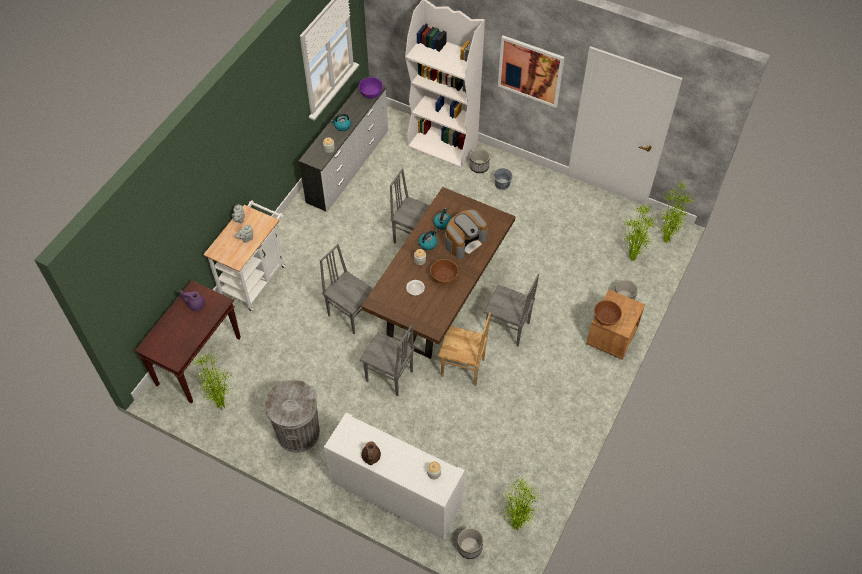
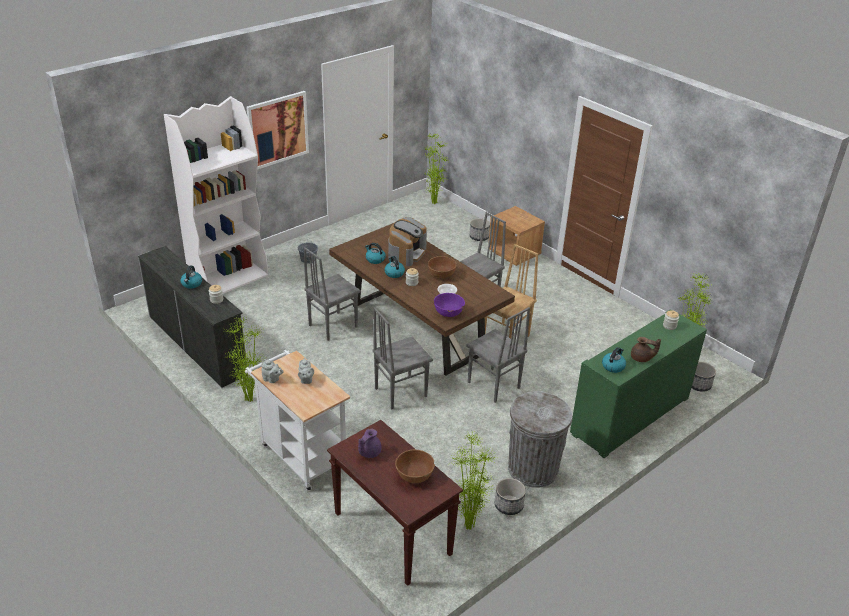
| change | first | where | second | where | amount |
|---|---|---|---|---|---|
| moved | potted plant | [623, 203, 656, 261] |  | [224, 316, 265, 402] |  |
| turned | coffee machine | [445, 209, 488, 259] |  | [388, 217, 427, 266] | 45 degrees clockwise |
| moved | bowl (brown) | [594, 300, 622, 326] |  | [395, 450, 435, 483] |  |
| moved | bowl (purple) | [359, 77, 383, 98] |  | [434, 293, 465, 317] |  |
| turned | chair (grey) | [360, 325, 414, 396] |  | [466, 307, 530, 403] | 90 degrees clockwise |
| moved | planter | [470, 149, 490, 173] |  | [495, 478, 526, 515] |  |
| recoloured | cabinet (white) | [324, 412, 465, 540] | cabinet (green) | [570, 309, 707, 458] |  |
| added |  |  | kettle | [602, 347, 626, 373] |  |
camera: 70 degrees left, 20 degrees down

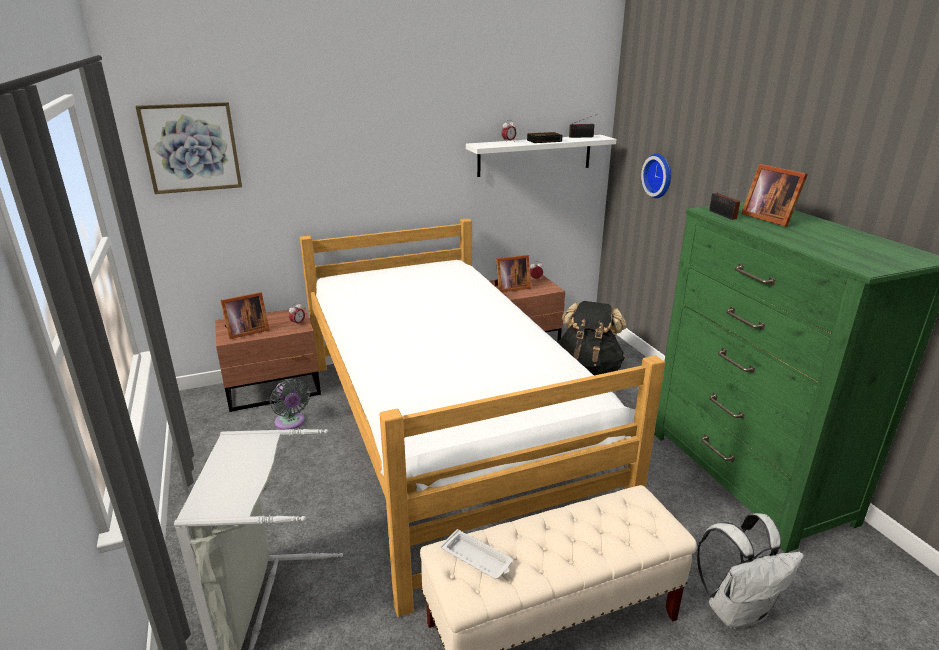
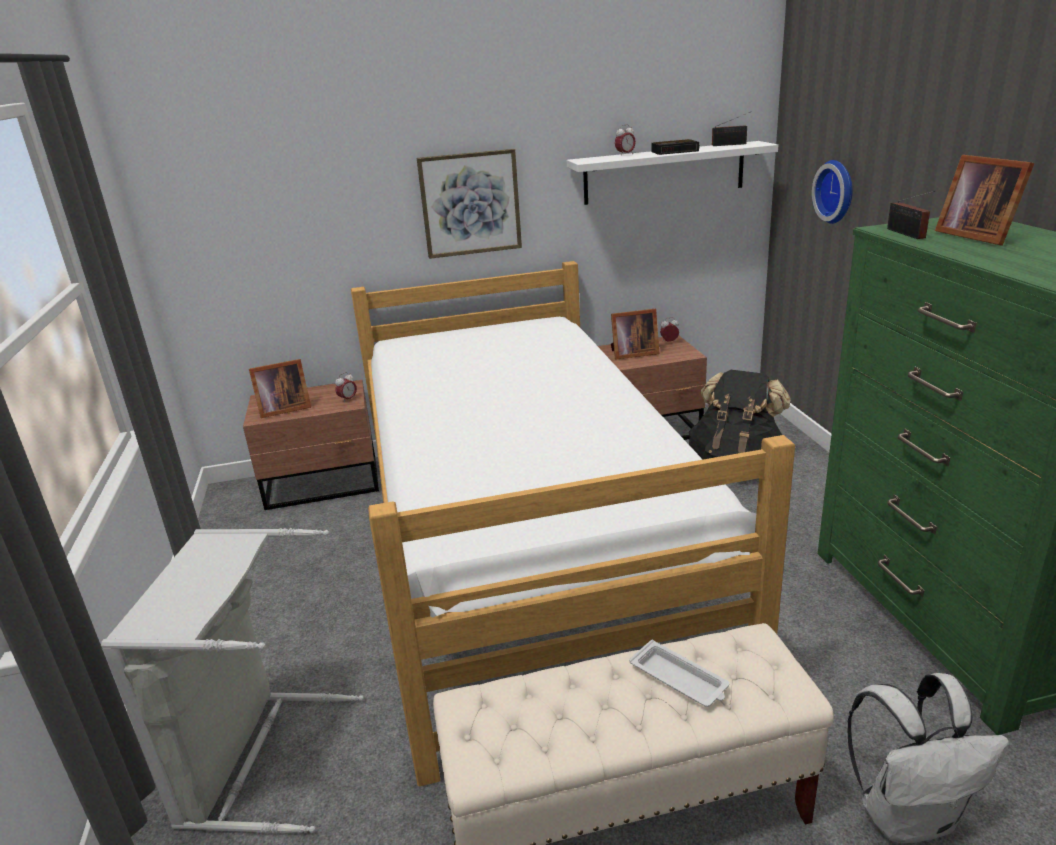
| change | first | where | second | where | amount |
|---|---|---|---|---|---|
| moved | picture | [135, 102, 242, 194] |  | [417, 149, 522, 259] |  |
| moved | tray (white) | [441, 529, 513, 579] |  | [629, 640, 729, 707] |  |
| removed | fan (grey) | [270, 379, 310, 430] |  |  |  |
camera: 10 degrees right, 0 degrees up

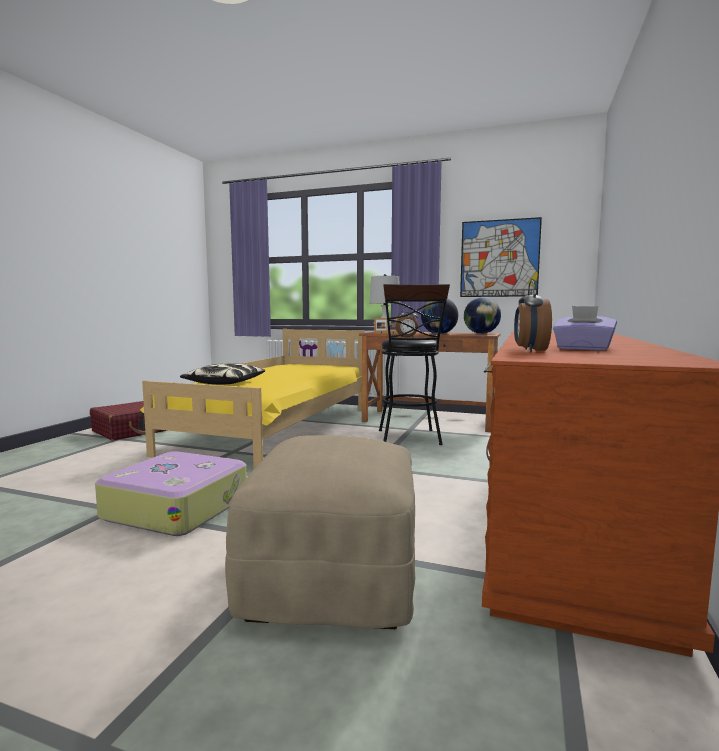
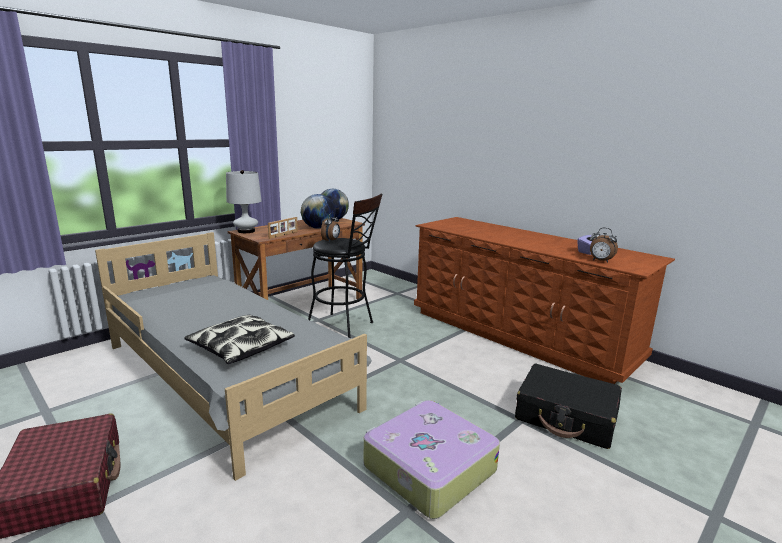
| change | first | where | second | where | amount |
|---|---|---|---|---|---|
| recoloured | bed (yellow) | [140, 329, 364, 469] | bed (grey) | [95, 232, 372, 481] |  |
| replaced | ottoman (beige) | [225, 435, 415, 629] | suitcase (black) | [515, 364, 622, 449] |  |
| removed | picture | [460, 217, 542, 297] |  |  |  |
camera: 65 degrees left, 10 degrees up

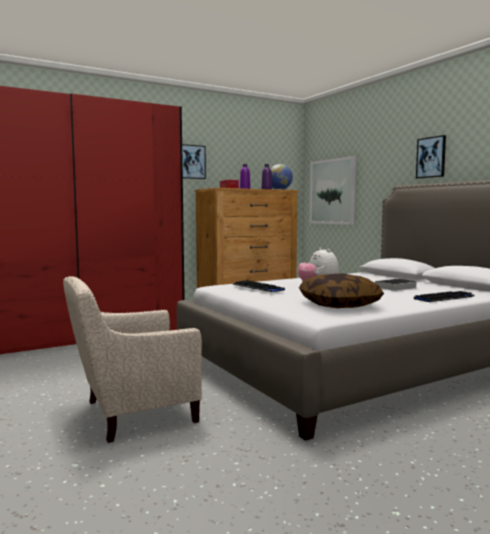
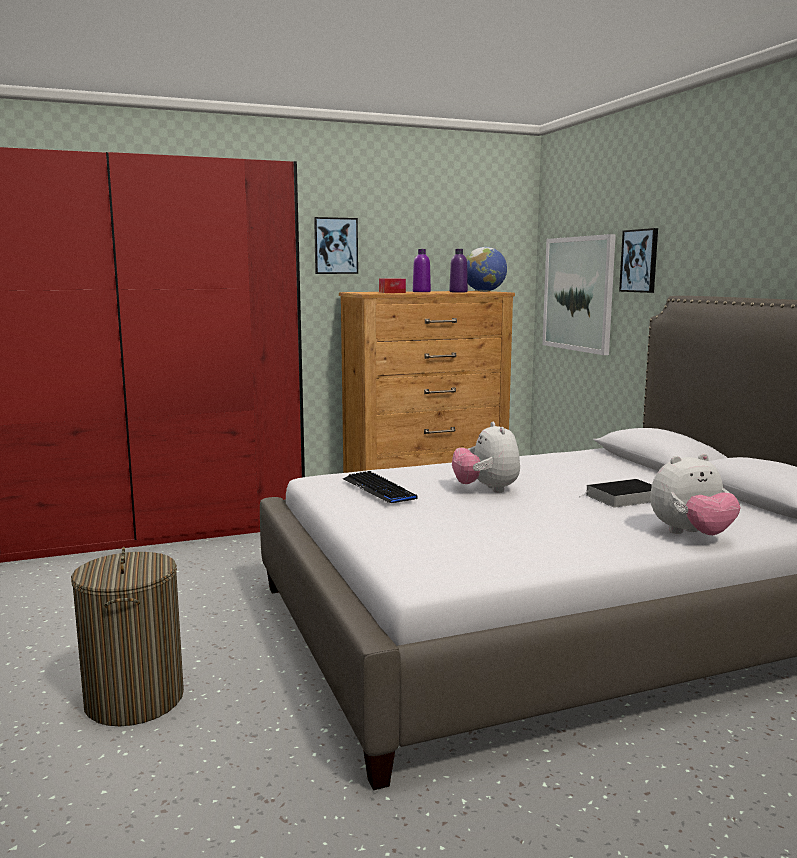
| change | first | where | second | where | amount |
|---|---|---|---|---|---|
| replaced | armchair (beige) | [63, 276, 202, 443] | laundry basket | [71, 547, 184, 726] |  |
| moved | picture | [416, 135, 446, 178] |  | [619, 228, 658, 293] |  |
| replaced | keyboard | [414, 291, 475, 302] | plush toy | [650, 453, 741, 535] |  |
| removed | pillow | [299, 273, 384, 308] |  |  |  |
camera: 10 degrees right, 5 degrees up

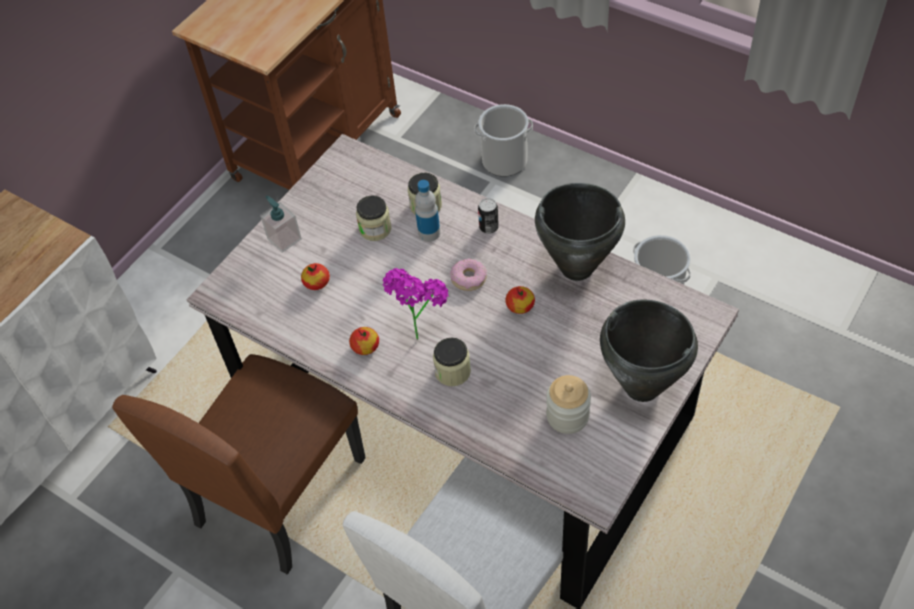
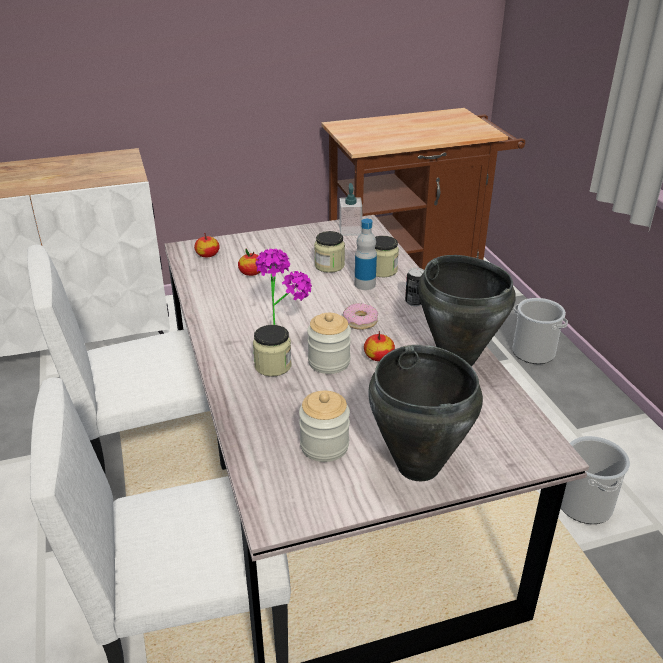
| change | first | where | second | where | amount |
|---|---|---|---|---|---|
| recoloured | chair (brown) | [112, 354, 366, 575] | chair (white) | [27, 245, 226, 473] |  |
| moved | apple | [349, 327, 379, 355] |  | [194, 233, 220, 257] |  |
| added |  |  | jar | [307, 313, 351, 374] |  |
| moved | soap dispenser | [260, 196, 302, 253] |  | [339, 183, 363, 236] |  |
camera: 35 degrees right, 20 degrees down

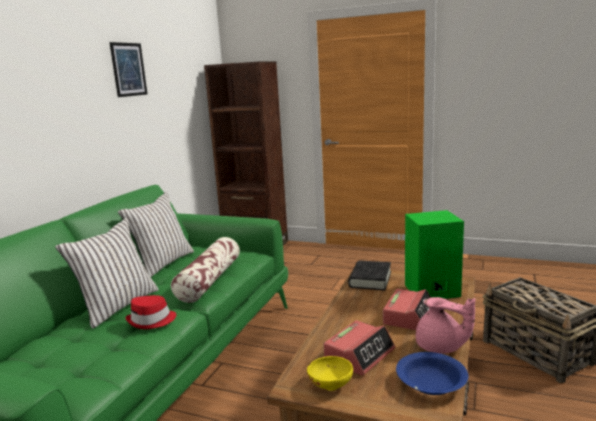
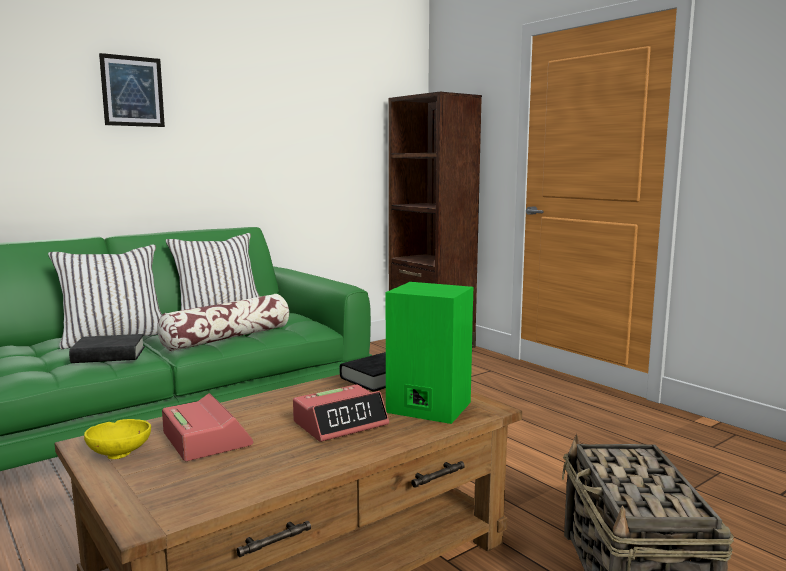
| change | first | where | second | where | amount |
|---|---|---|---|---|---|
| replaced | hat (red) | [125, 295, 176, 329] | book (black) | [69, 334, 145, 363] |  |
| moved | picture | [109, 42, 147, 97] |  | [99, 53, 165, 127] |  |
| turned | alarm clock | [324, 320, 395, 376] |  | [162, 393, 253, 461] | 105 degrees counterclockwise |
| removed | bowl (blue) | [396, 352, 468, 395] |  |  |  |
| removed | teapot (pink) | [416, 297, 475, 354] |  |  |  |
camera: 30 degrees right, 5 degrees down

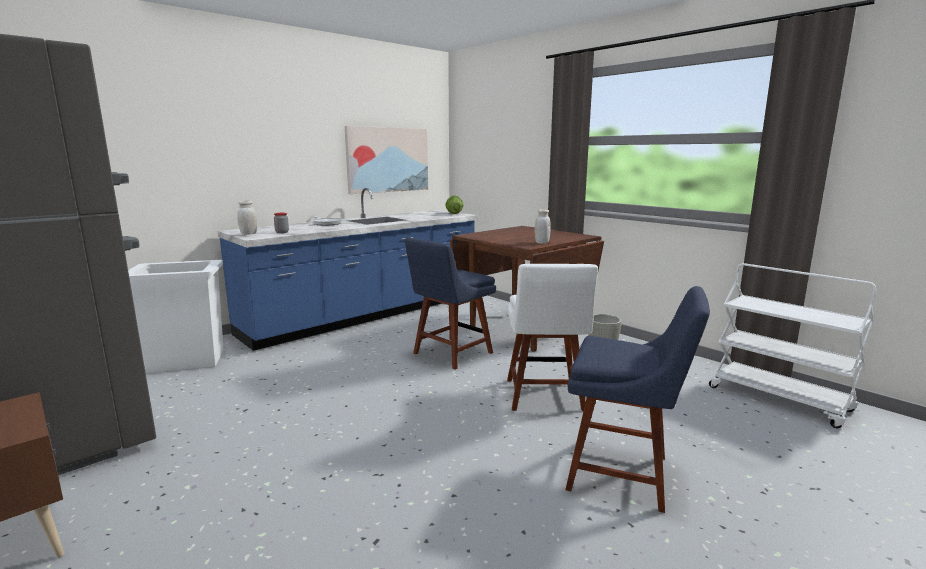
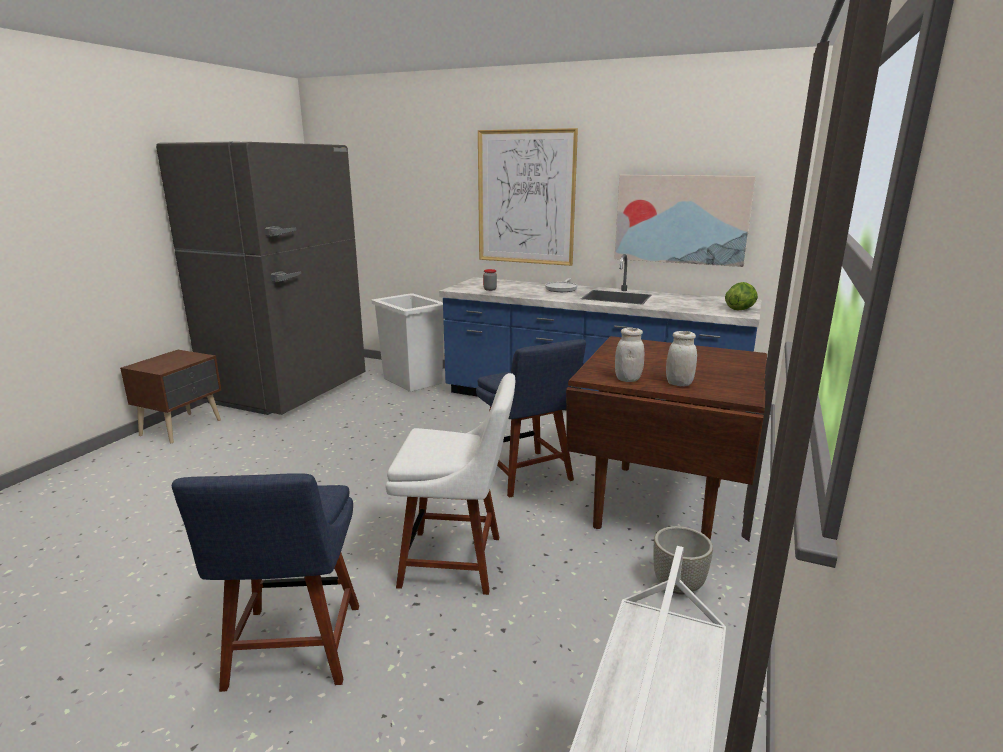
| change | first | where | second | where | amount |
|---|---|---|---|---|---|
| turned | chair (white) | [507, 264, 598, 411] |  | [386, 373, 515, 595] | 150 degrees counterclockwise |
| turned | chair (blue) | [405, 238, 496, 370] |  | [476, 339, 586, 498] | 135 degrees counterclockwise |
| added |  |  | picture | [478, 128, 578, 266] |  |
| moved | jar (white) | [237, 201, 257, 235] |  | [666, 331, 697, 386] |  |
camera: 65 degrees right, 5 degrees up

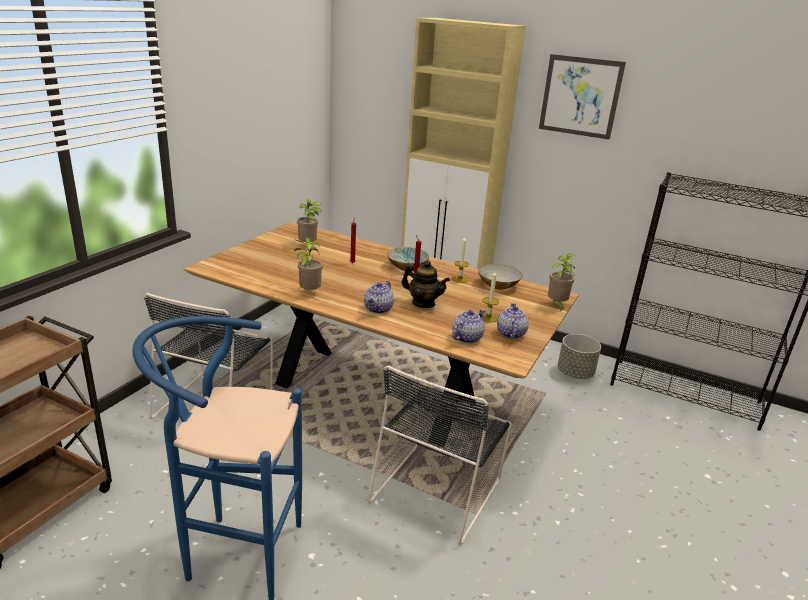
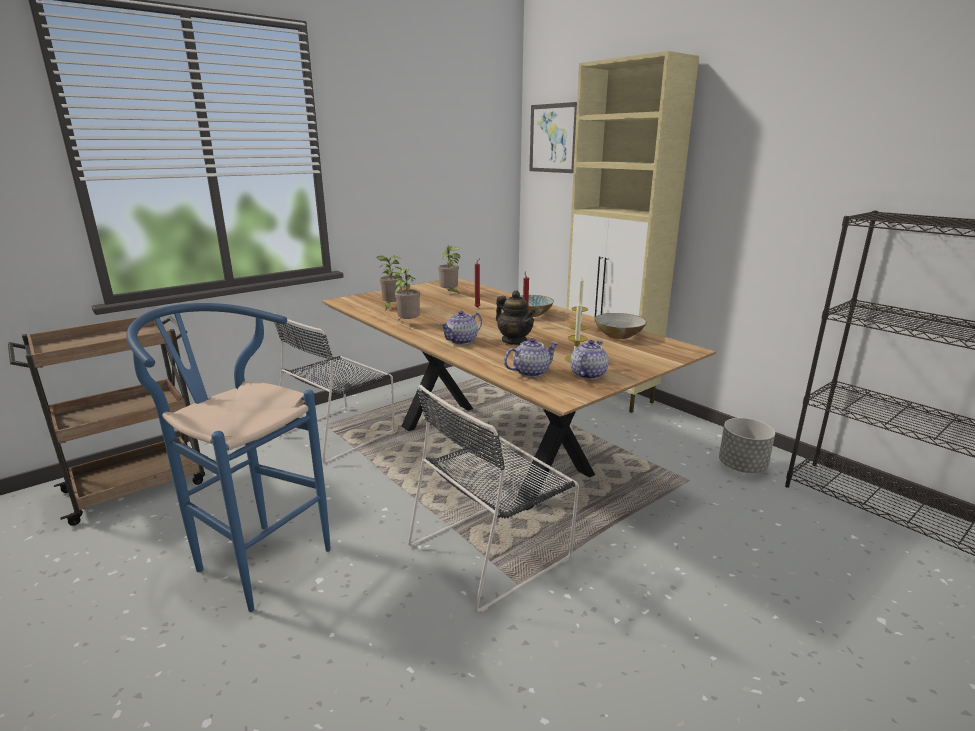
| change | first | where | second | where | amount |
|---|---|---|---|---|---|
| moved | potted plant | [548, 254, 576, 312] |  | [376, 256, 403, 310] |  |
| moved | picture | [539, 54, 626, 140] |  | [529, 102, 577, 173] |  |
camera: 25 degrees right, 5 degrees down

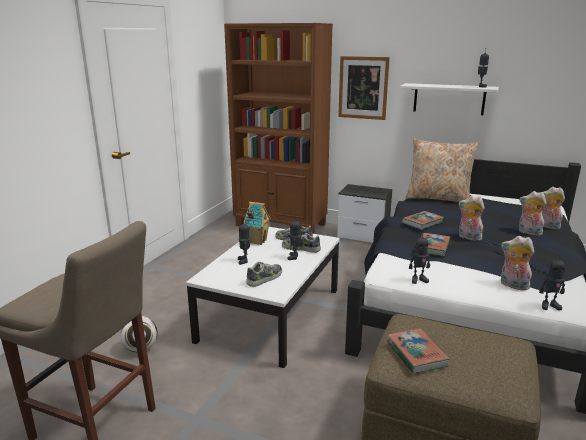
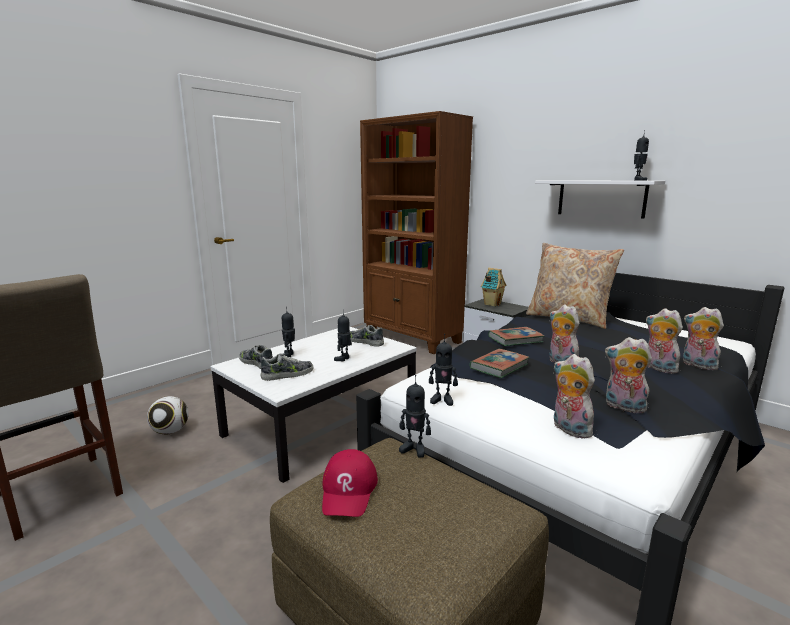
| change | first | where | second | where | amount |
|---|---|---|---|---|---|
| moved | shoe | [282, 233, 321, 253] |  | [239, 345, 273, 369] |  |
| replaced | book | [386, 329, 450, 374] | cap (red) | [322, 449, 378, 517] |  |
| moved | toy robot | [539, 253, 565, 310] |  | [399, 375, 431, 458] |  |
| moved | toy house | [244, 202, 271, 245] |  | [481, 268, 507, 307] |  |
| added |  |  | plush toy | [605, 337, 652, 413] |  |
| removed | picture | [338, 56, 390, 120] |  |  |  |
camera: 20 degrees right, 5 degrees down

